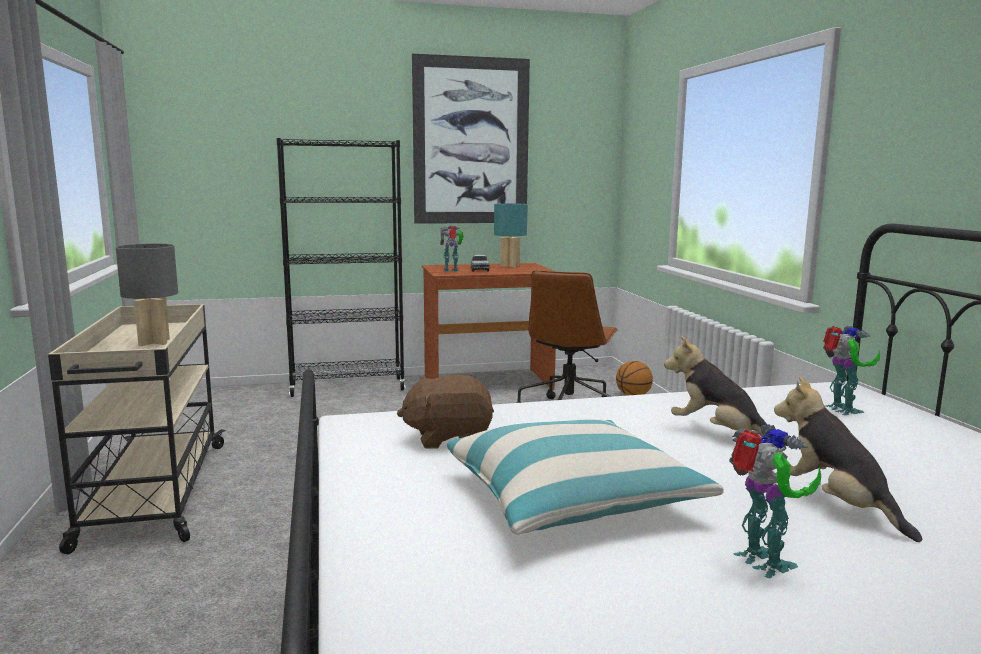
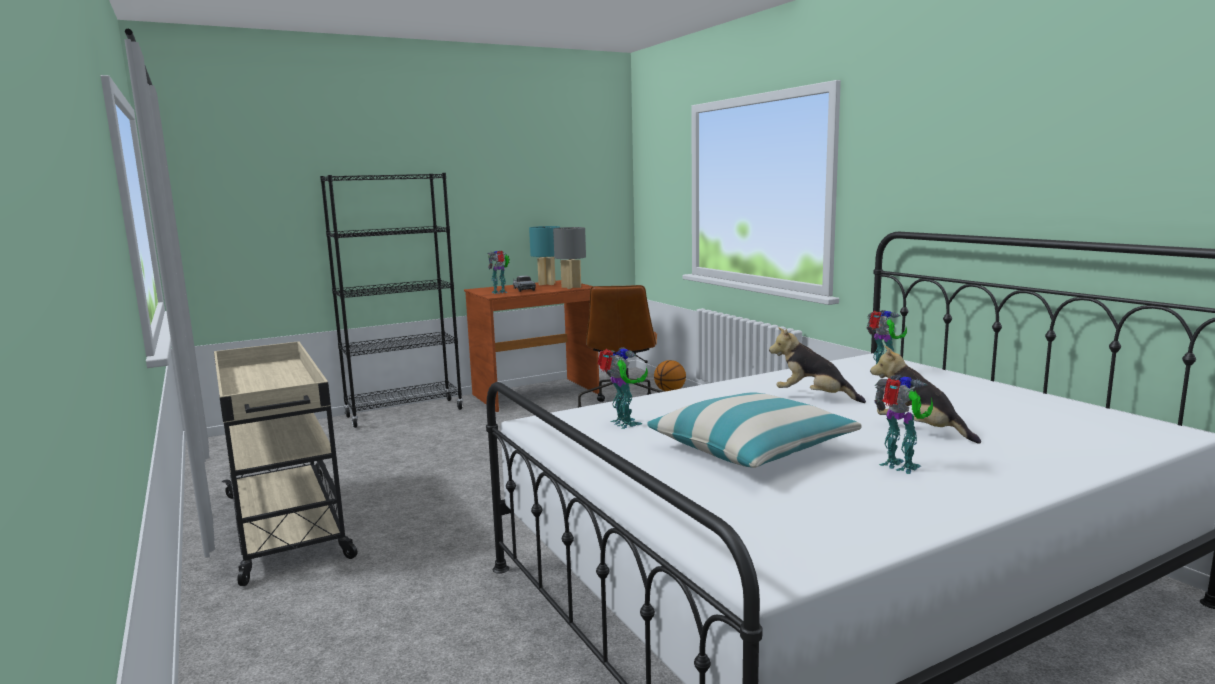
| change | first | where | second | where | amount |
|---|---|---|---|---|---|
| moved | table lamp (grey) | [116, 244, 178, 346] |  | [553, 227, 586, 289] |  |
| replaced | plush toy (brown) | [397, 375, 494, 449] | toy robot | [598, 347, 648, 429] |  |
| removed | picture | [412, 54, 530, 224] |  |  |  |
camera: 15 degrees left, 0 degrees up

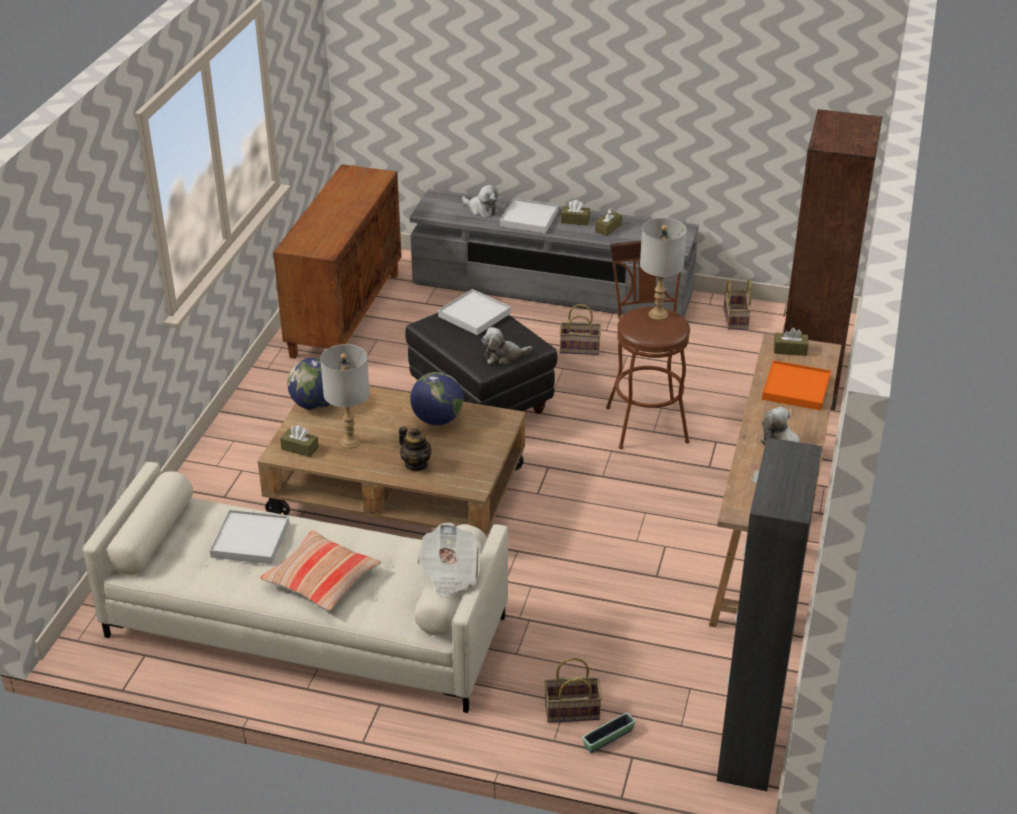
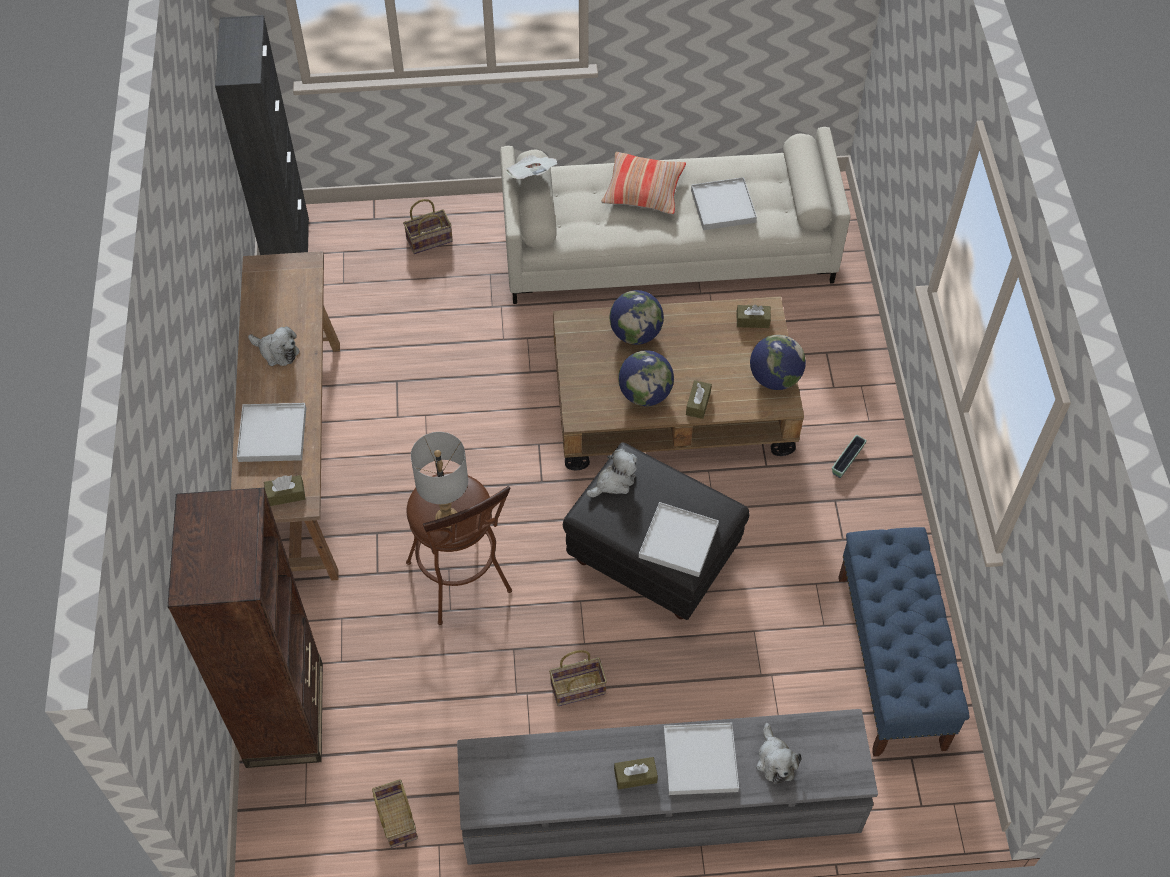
| change | first | where | second | where | amount |
|---|---|---|---|---|---|
| recoloured | tray (orange) | [762, 360, 831, 411] | tray (white) | [237, 403, 306, 462] |  |
| replaced | teapot | [399, 426, 432, 471] | globe | [610, 290, 664, 345] |  |
| moved | tissue box (brown) | [595, 208, 622, 236] |  | [686, 380, 712, 419] |  |
| turned | plush toy | [462, 185, 499, 217] |  | [756, 723, 801, 784] | 120 degrees counterclockwise |
| moved | planter | [582, 712, 636, 753] |  | [832, 435, 867, 478] |  |
| replaced | cabinet (brown) | [273, 164, 402, 359] | bench (blue) | [838, 527, 970, 757] |  |
| removed | table lamp (grey) | [320, 344, 370, 449] |  |  |  |
camera: 160 degrees right, 20 degrees up

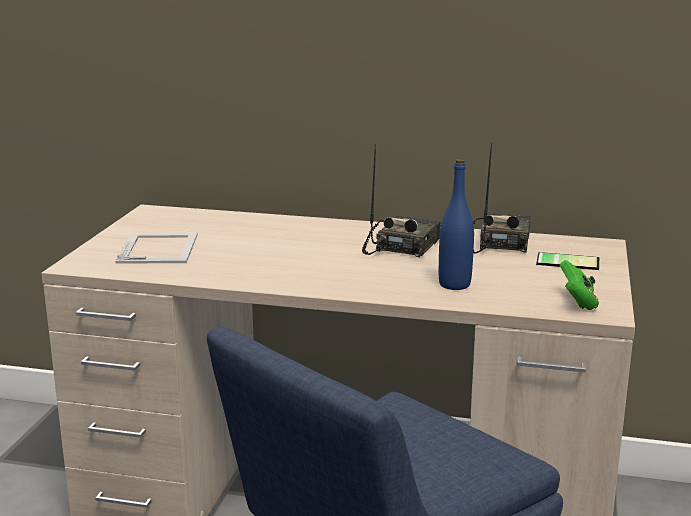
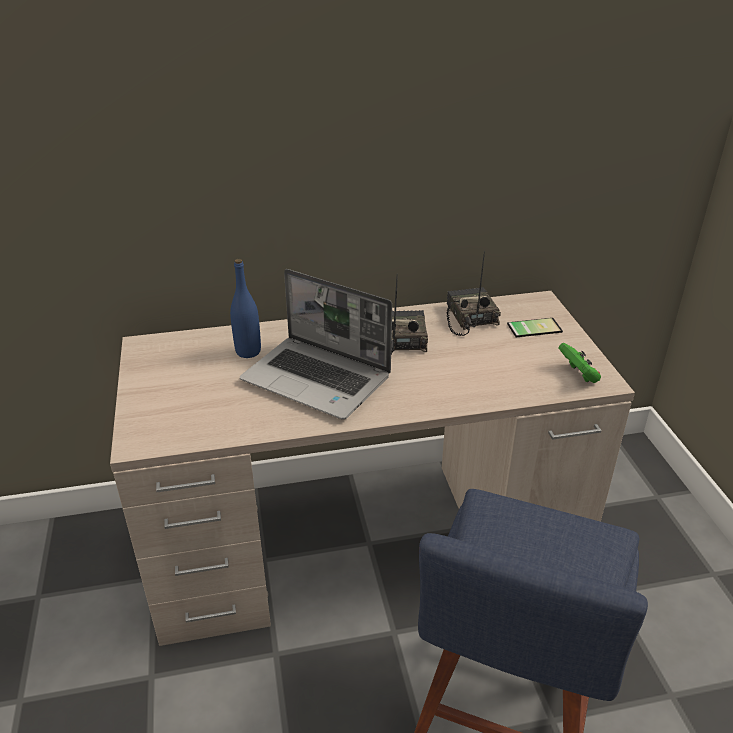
| change | first | where | second | where | amount |
|---|---|---|---|---|---|
| moved | bottle (blue) | [439, 159, 474, 290] |  | [230, 259, 261, 358] |  |
| added |  |  | laptop | [240, 269, 392, 419] |  |
| removed | picture frame | [115, 233, 198, 264] |  |  |  |
camera: 25 degrees left, 15 degrees up

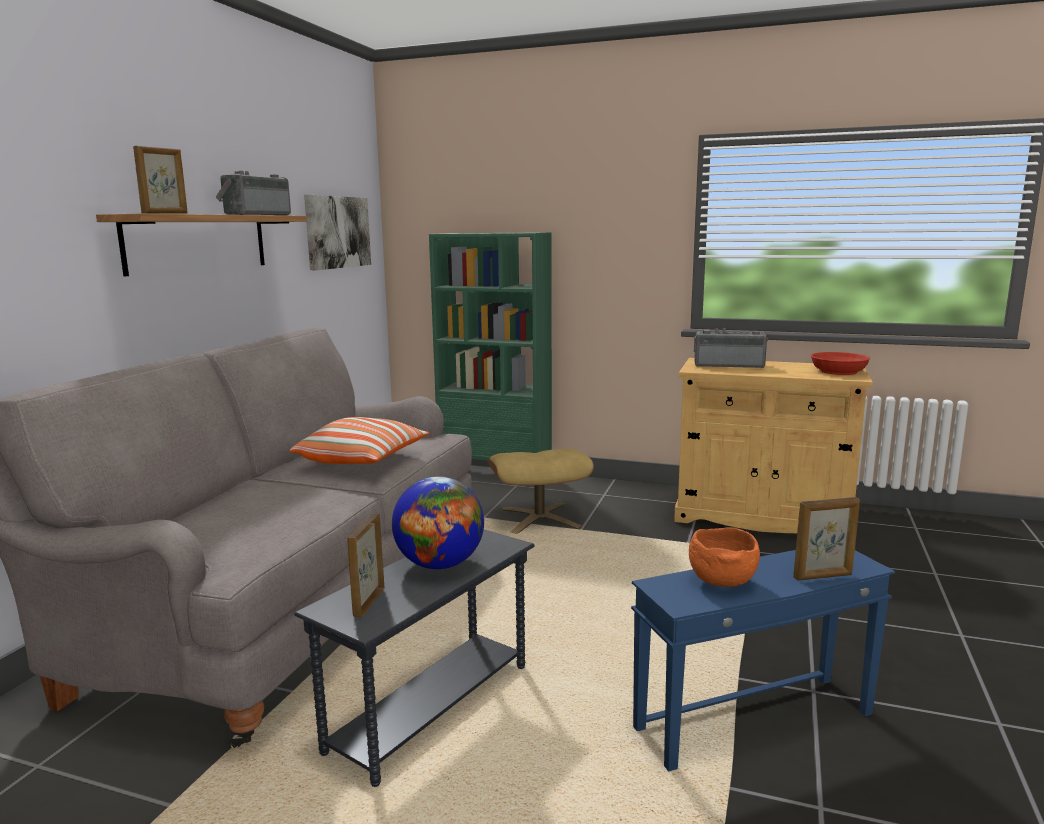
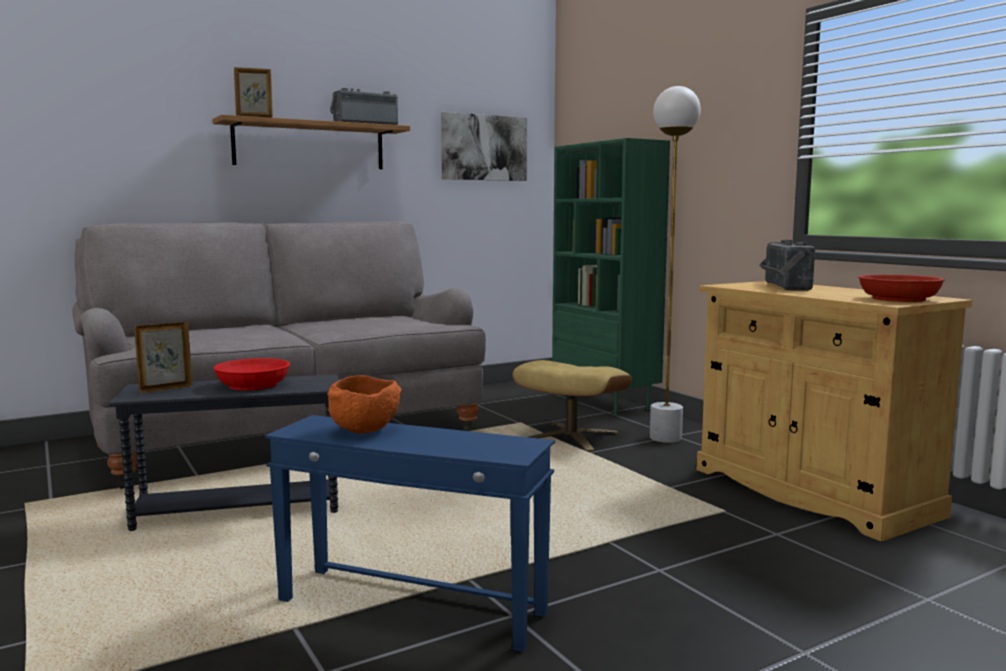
| change | first | where | second | where | amount |
|---|---|---|---|---|---|
| replaced | globe | [392, 476, 484, 569] | bowl (red) | [213, 358, 290, 390] |  |
| added |  |  | floor lamp (white) | [650, 86, 701, 443] |  |
| turned | radio | [694, 328, 768, 368] |  | [759, 240, 815, 291] | 135 degrees counterclockwise |
| removed | pillow | [289, 417, 429, 464] |  |  |  |
| removed | picture frame | [793, 497, 860, 581] |  |  |  |
camera: 40 degrees right, 5 degrees down

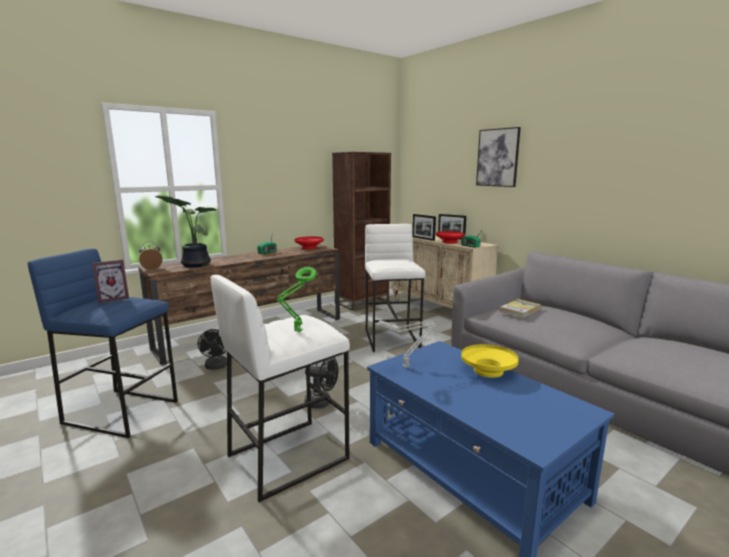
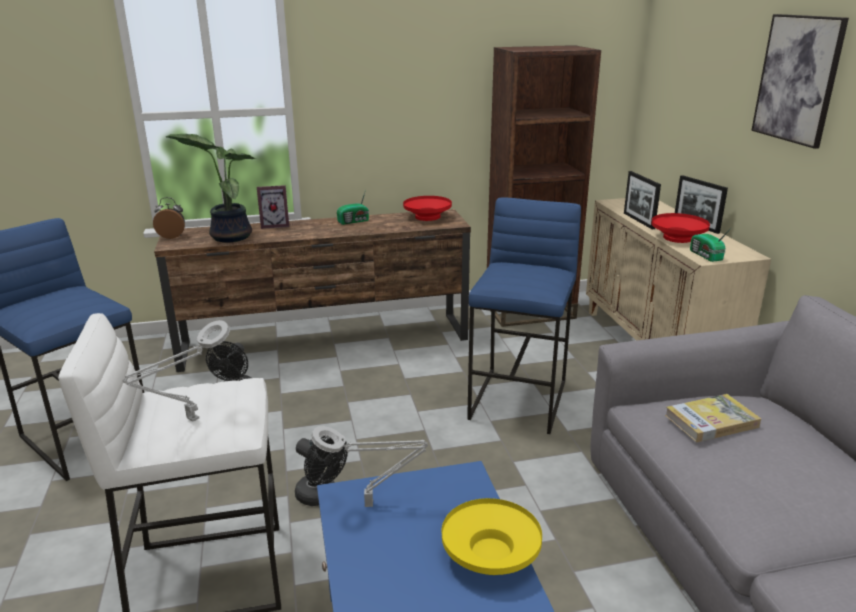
| change | first | where | second | where | amount |
|---|---|---|---|---|---|
| recoloured | table lamp (green) | [276, 267, 317, 332] | table lamp (grey) | [122, 320, 230, 422] |  |
| moved | picture frame | [92, 260, 129, 303] |  | [257, 185, 289, 229] |  |
| recoloured | stool (white) | [365, 224, 426, 352] | stool (blue) | [467, 198, 581, 434] |  |
camera: 25 degrees right, 10 degrees up

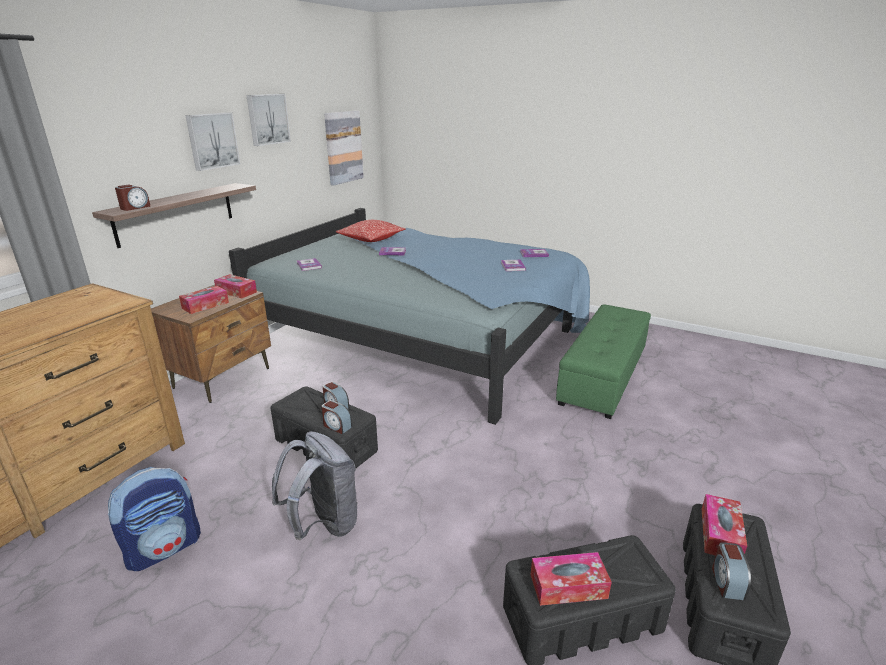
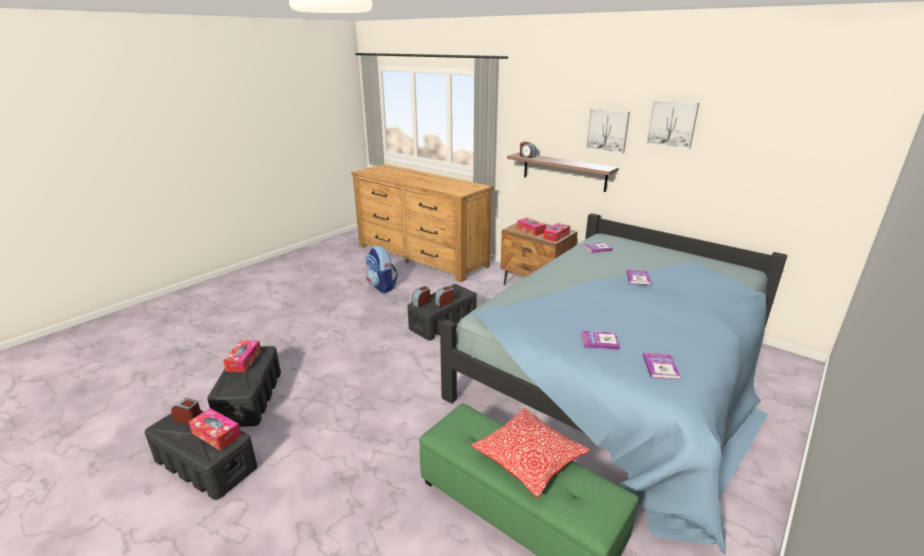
| change | first | where | second | where | amount |
|---|---|---|---|---|---|
| moved | pillow | [336, 220, 406, 242] |  | [471, 408, 590, 498] |  |
| removed | backpack (grey) | [272, 432, 358, 540] |  |  |  |
| removed | picture | [324, 110, 364, 186] |  |  |  |
camera: 100 degrees right, 0 degrees up

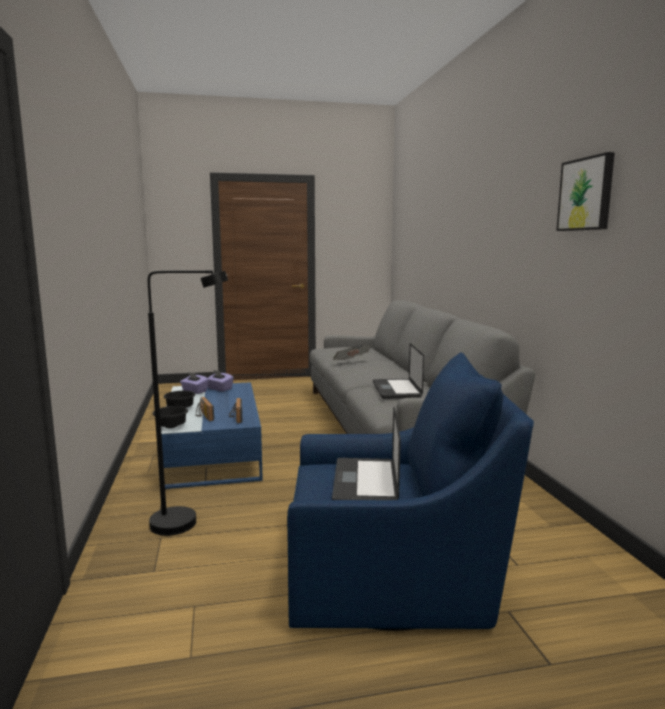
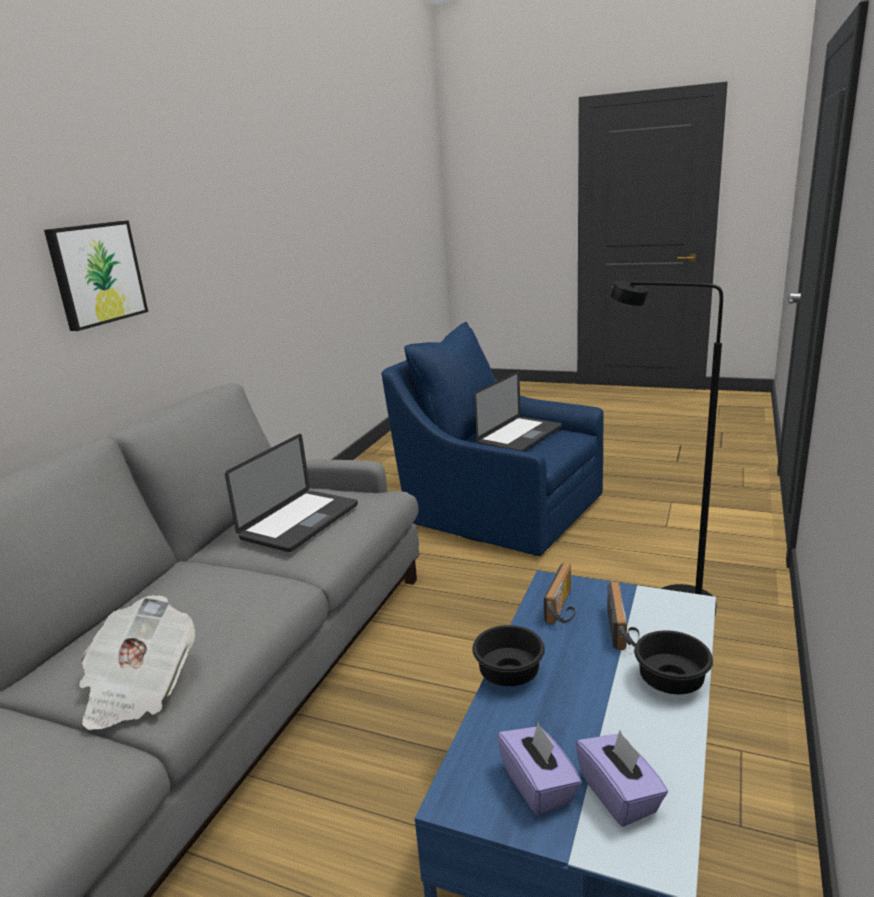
| change | first | where | second | where | amount |
|---|---|---|---|---|---|
| moved | picture | [556, 152, 615, 231] |  | [44, 220, 148, 331] |  |
| moved | bowl (black) | [153, 406, 188, 428] |  | [472, 625, 545, 686] |  |
camera: 145 degrees left, 10 degrees up

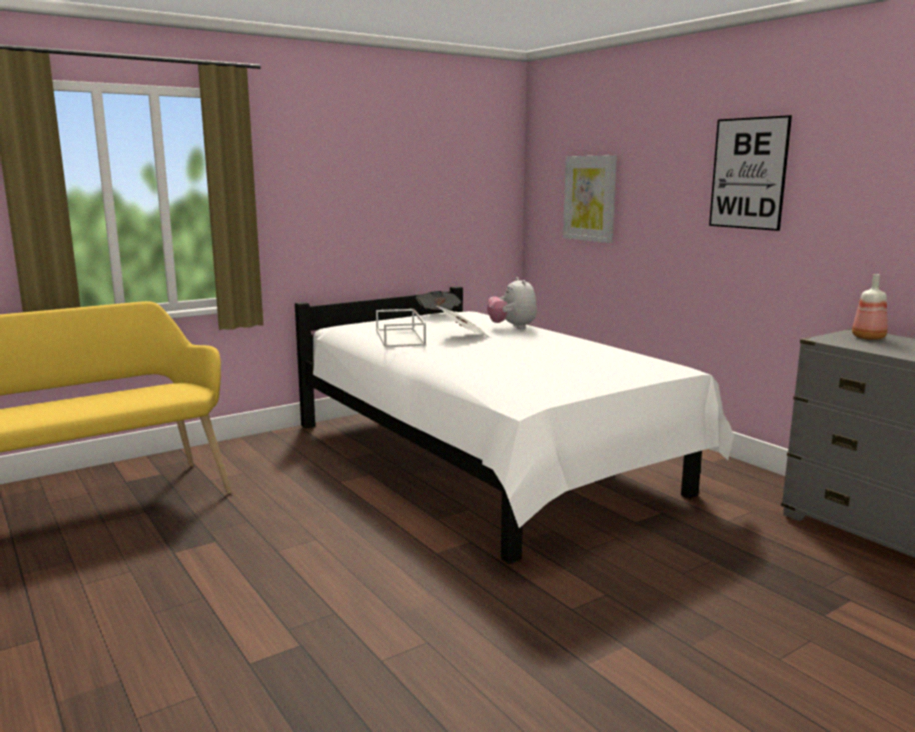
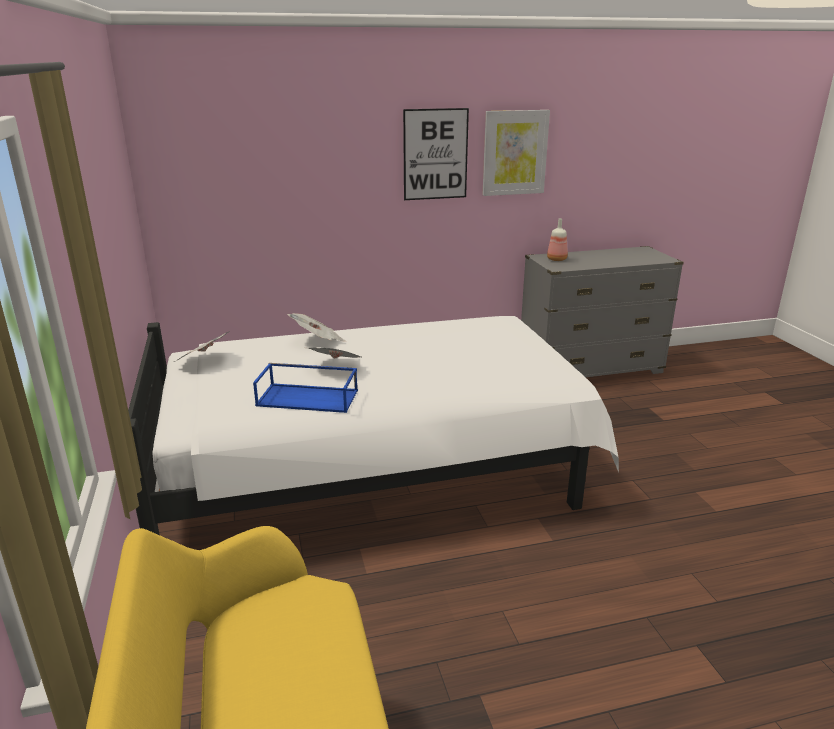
| change | first | where | second | where | amount |
|---|---|---|---|---|---|
| recoloured | tray (white) | [376, 309, 426, 348] | tray (blue) | [253, 363, 358, 413] |  |
| replaced | plush toy | [487, 277, 537, 329] | newspaper | [287, 313, 345, 341] |  |
| moved | picture | [563, 155, 617, 243] |  | [483, 110, 550, 196] |  |
camera: 70 degrees left, 10 degrees up

